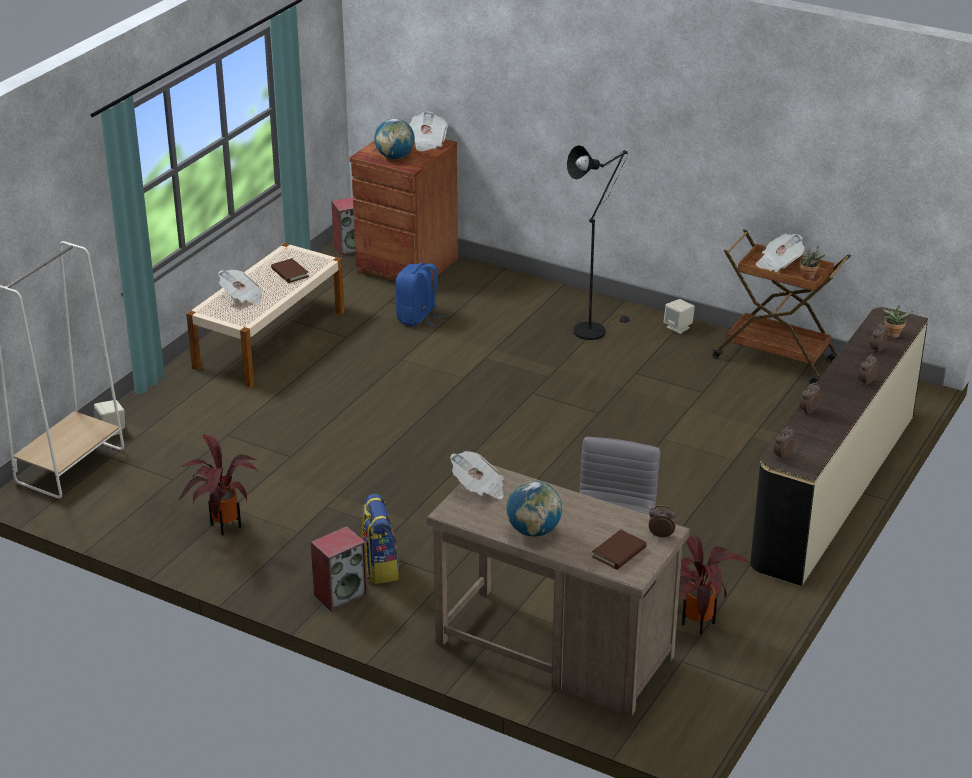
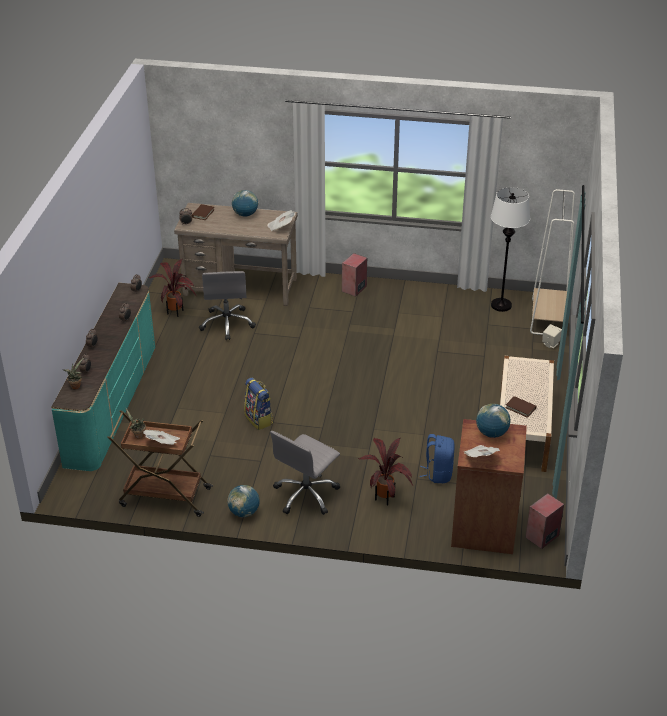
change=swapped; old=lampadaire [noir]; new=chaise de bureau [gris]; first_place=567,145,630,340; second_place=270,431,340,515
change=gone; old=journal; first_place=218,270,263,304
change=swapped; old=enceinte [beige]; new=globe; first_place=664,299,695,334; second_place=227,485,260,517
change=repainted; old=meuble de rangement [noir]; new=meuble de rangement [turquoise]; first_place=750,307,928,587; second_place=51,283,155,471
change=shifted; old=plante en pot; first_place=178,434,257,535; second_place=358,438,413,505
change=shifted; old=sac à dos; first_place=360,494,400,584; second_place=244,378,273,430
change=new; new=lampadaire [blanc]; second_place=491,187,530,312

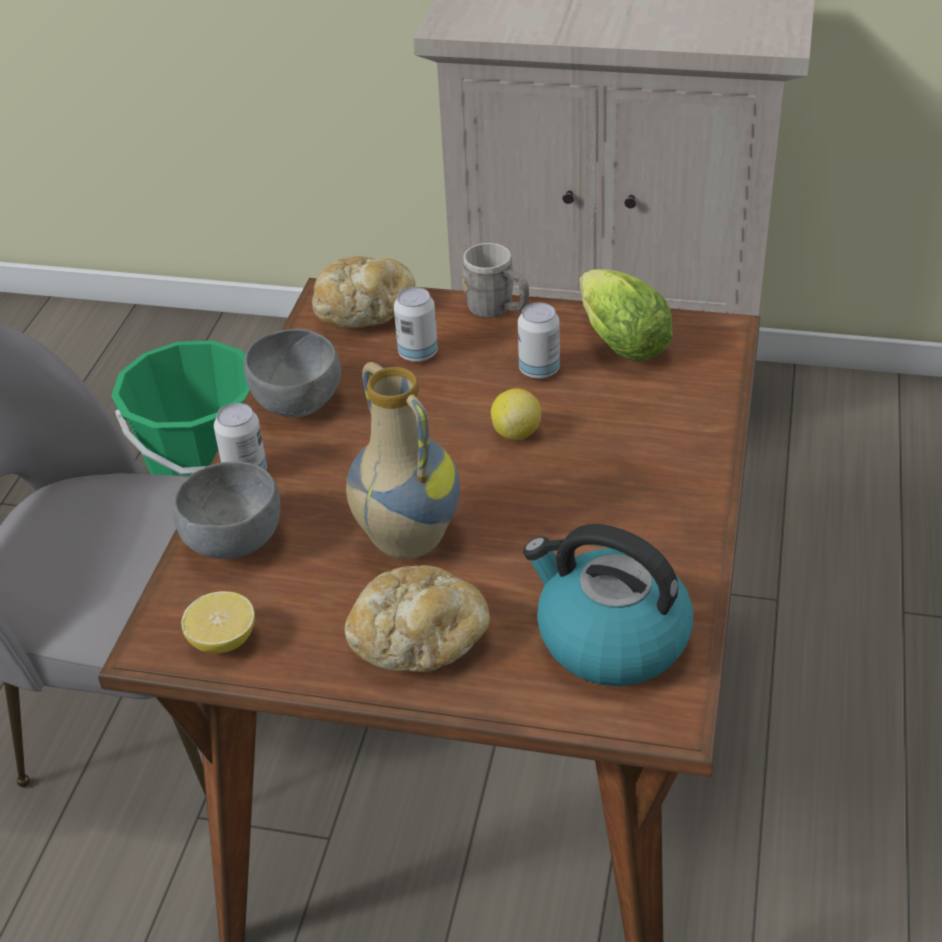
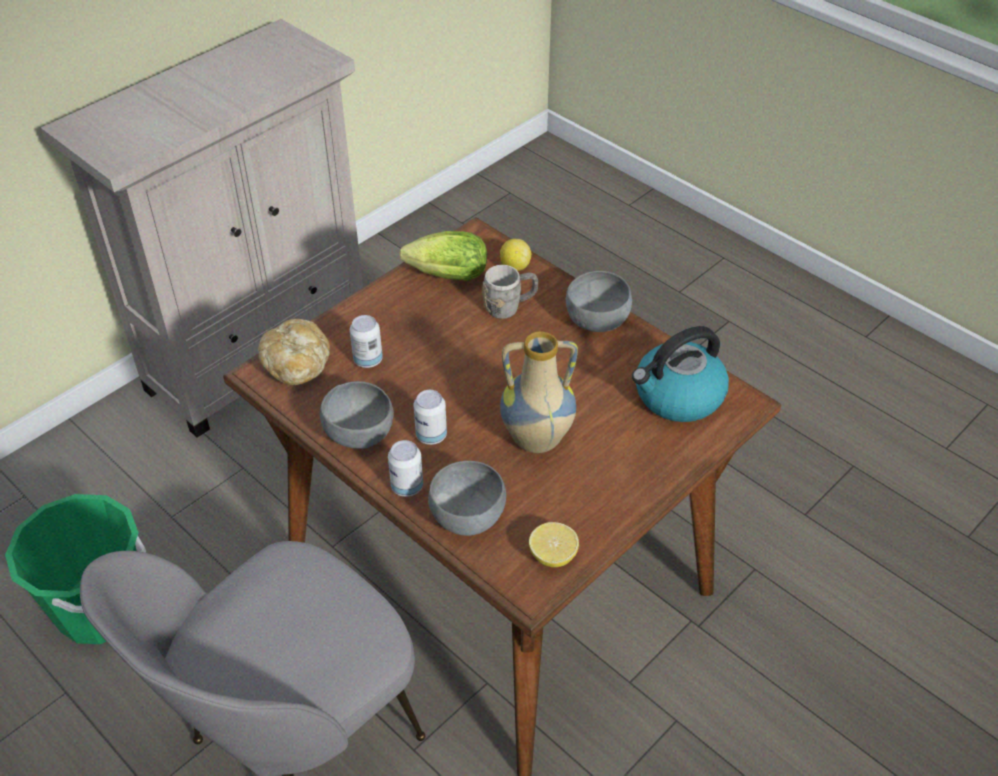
change=shifted; old=mug [gris]; first_place=462,243,529,318; second_place=482,265,538,319
change=shifted; old=boîte métallique; first_place=518,303,560,379; second_place=414,390,447,445
change=shifted; old=citron; first_place=491,388,542,440; second_place=500,239,531,271
change=gone; old=pain; first_place=344,565,490,672
change=new; new=bol [gris]; second_place=566,271,632,332

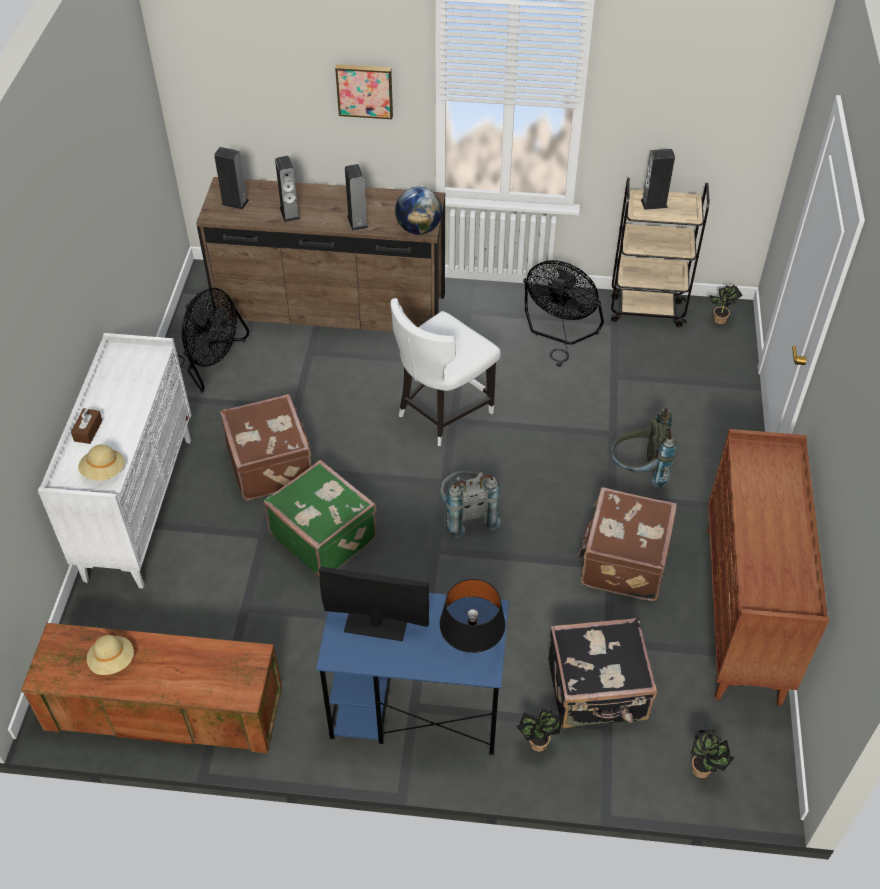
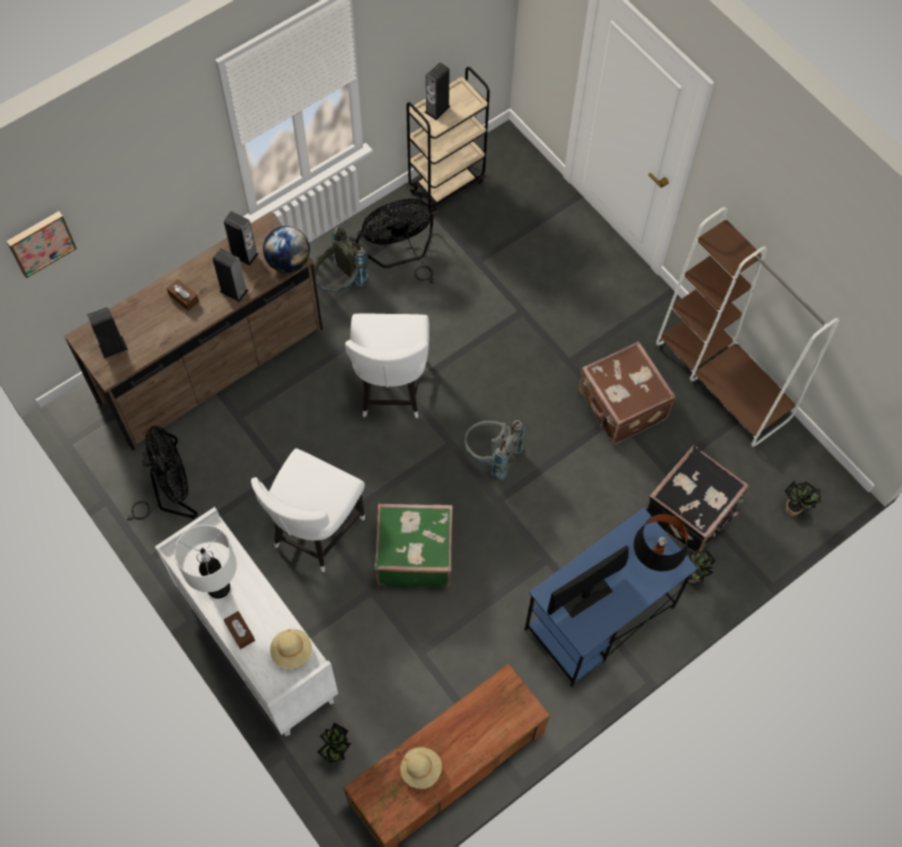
change=shifted; old=tableau; first_place=335,64,393,119; second_place=6,211,77,278
change=shifted; old=enceinte; first_place=275,156,300,222; second_place=224,211,258,265
change=shifted; old=plante en pot; first_place=709,285,743,324; second_place=317,722,351,764
change=swapped; old=valise [marron]; new=chaise [blanc]; first_place=220,394,311,500; second_place=251,448,365,572
change=shifted; old=sac à dos [gris]; first_place=611,408,677,488; second_place=314,227,369,292
change=swapped; old=meuble de rangement [marron]; new=portant [marron]; first_place=707,429,829,705; second_place=656,207,839,447
change=new; new=boîte à mouchoirs [marron]; second_place=167,279,199,311
change=new; new=lampe de table [blanc]; second_place=175,525,237,599

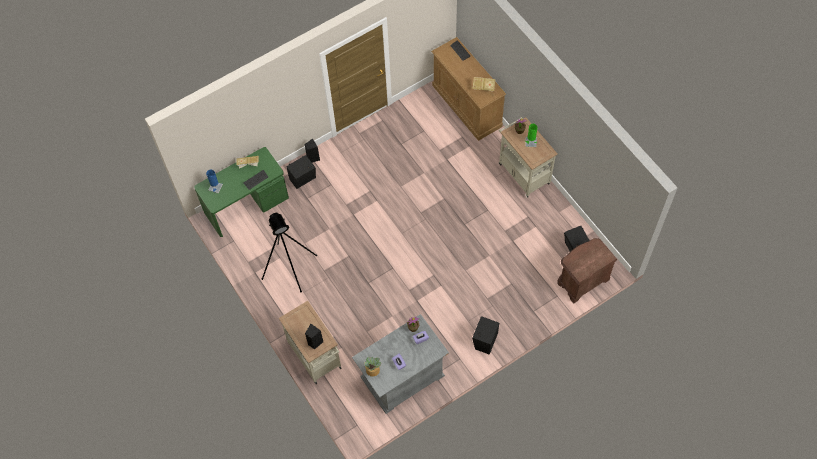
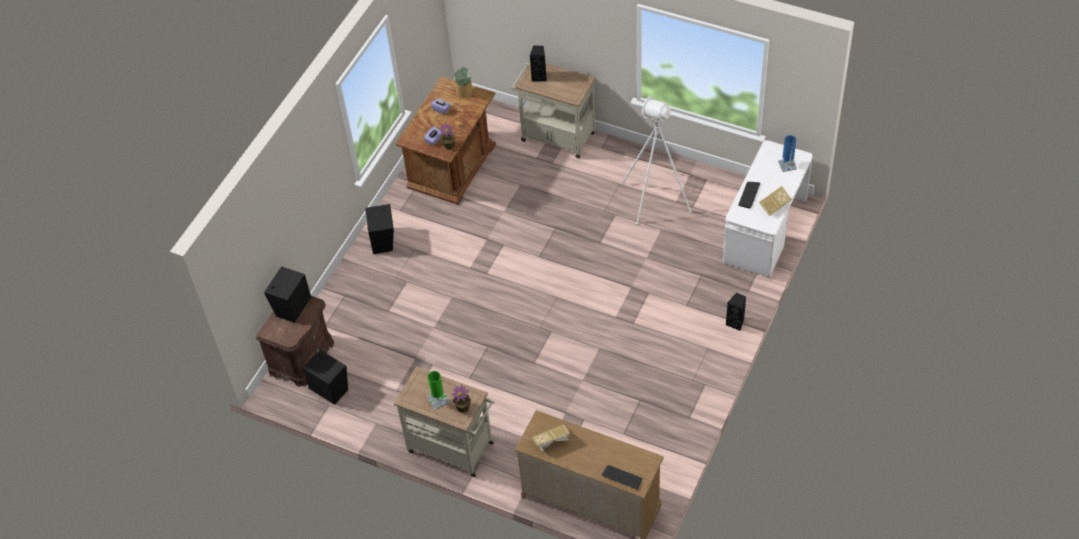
change=repainted; old=bureau [vert]; new=bureau [blanc]; first_place=194,147,289,237; second_place=723,140,813,278
change=shifted; old=enceinte [noir]; first_place=286,155,316,189; second_place=264,266,311,323
change=repainted; old=lampadaire [noir]; new=lampadaire [blanc]; first_place=262,213,317,292; second_place=622,96,692,224
change=repainted; old=meuble de rangement [gris]; new=meuble de rangement [marron]; first_place=352,314,449,414; second_place=396,76,496,205

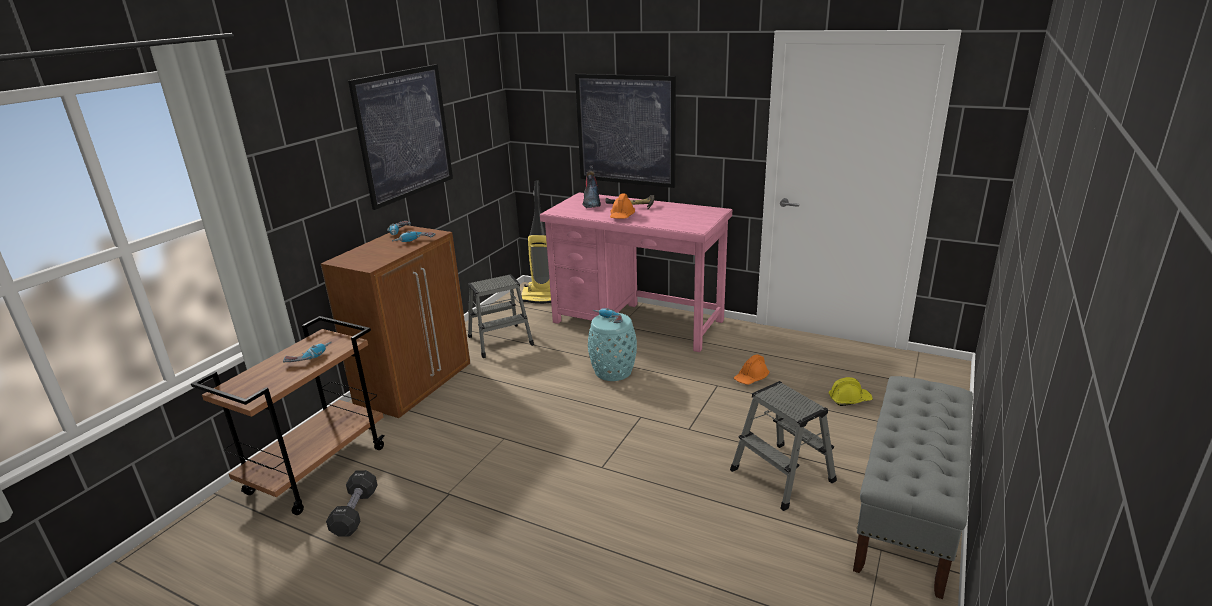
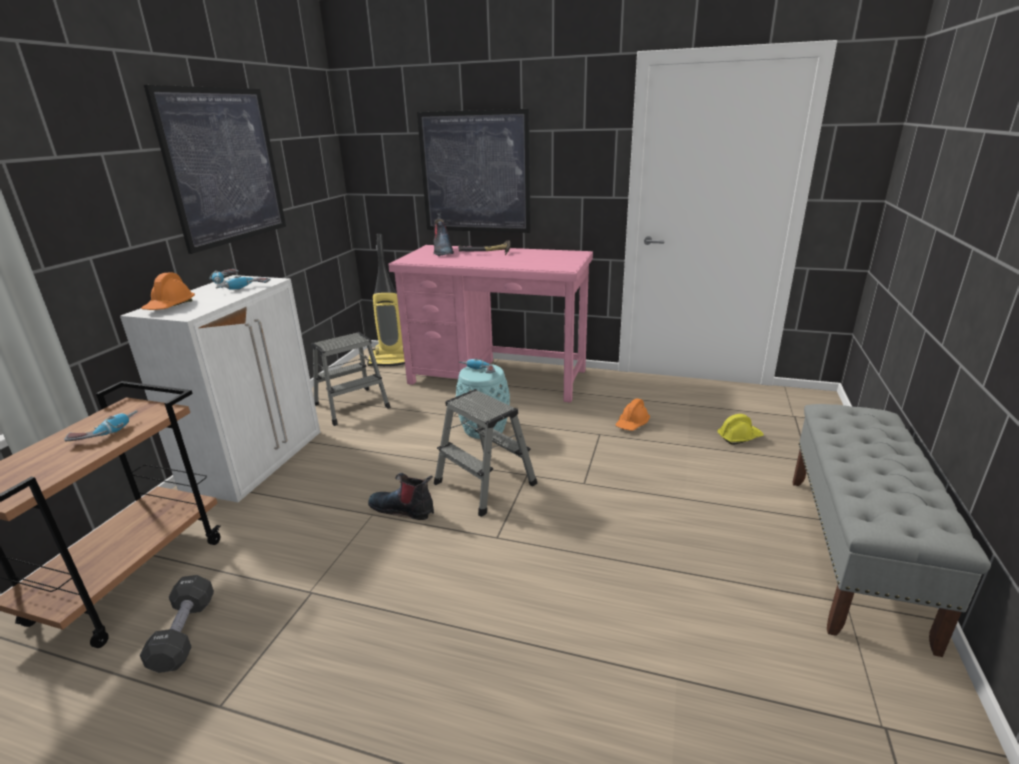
change=shifted; old=casque de chantier [orange]; first_place=610,194,635,219; second_place=141,273,195,310
change=repainted; old=meuble de rangement [marron]; new=meuble de rangement [blanc]; first_place=321,225,470,418; second_place=120,275,320,502
change=shifted; old=escabeau [gris]; first_place=730,381,837,511; second_place=434,389,537,517
change=new; new=botte; second_place=368,473,434,520

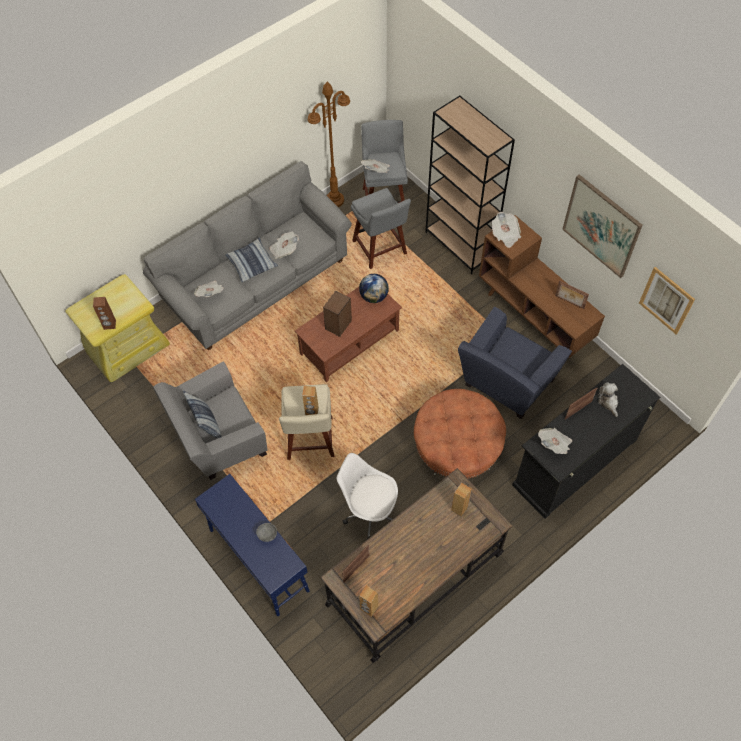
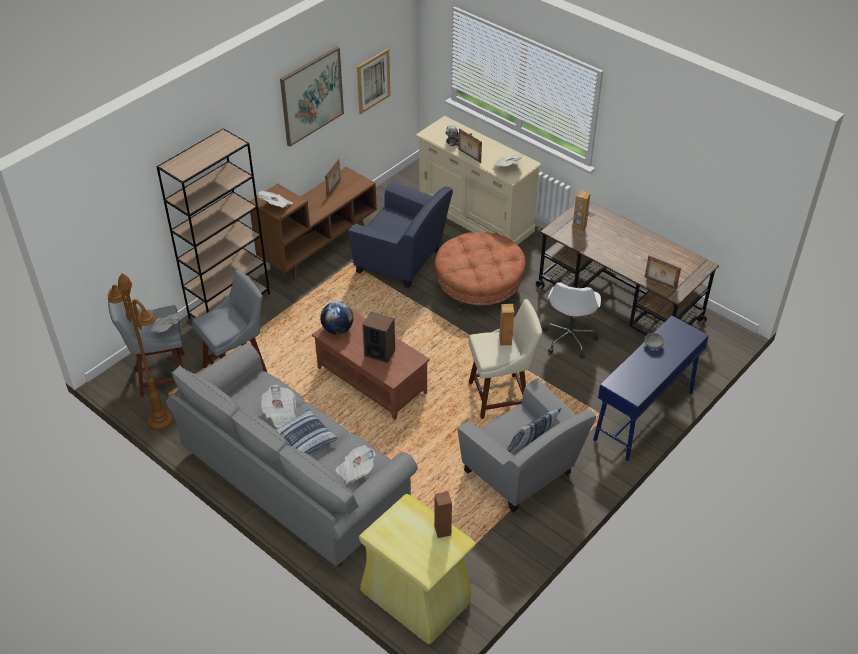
change=repainted; old=meuble de rangement [noir]; new=meuble de rangement [beige]; first_place=512,364,660,519; second_place=415,116,542,245
change=gone; old=enceinte [marron]; first_place=359,585,378,617

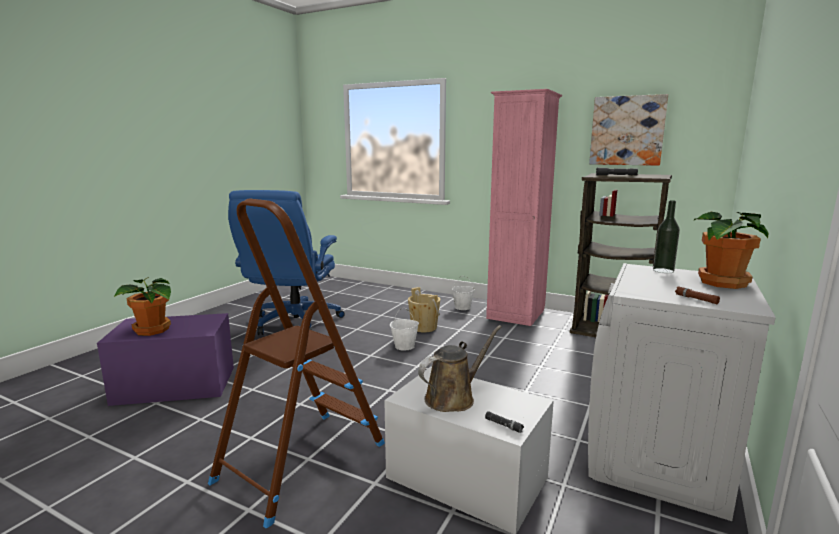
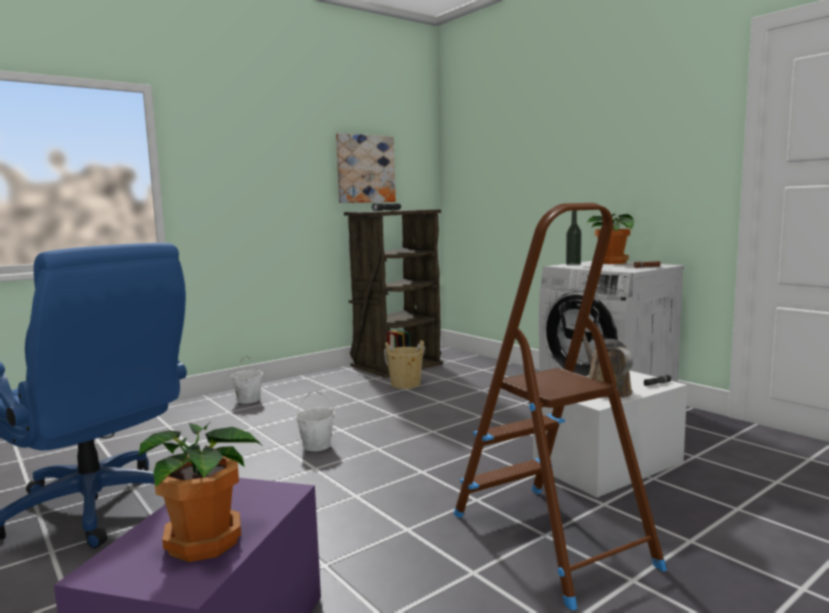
change=gone; old=meuble de rangement [rose]; first_place=486,89,562,326
change=shifted; old=seau [beige]; first_place=408,287,440,332; second_place=384,340,425,389

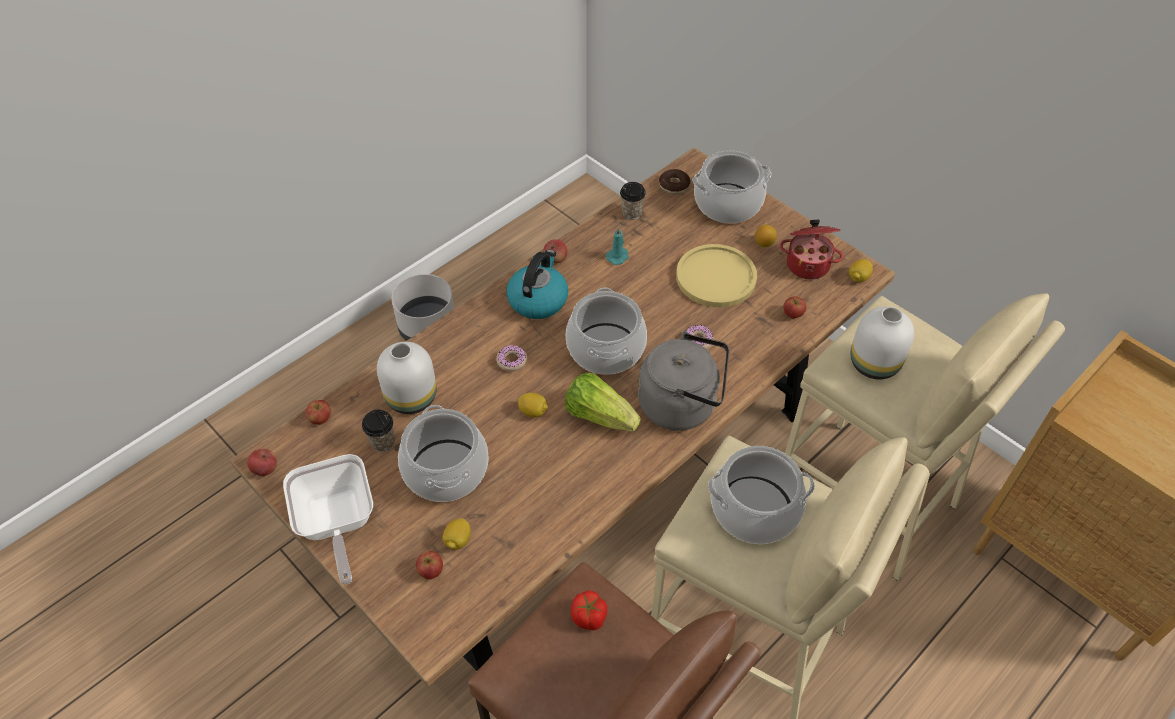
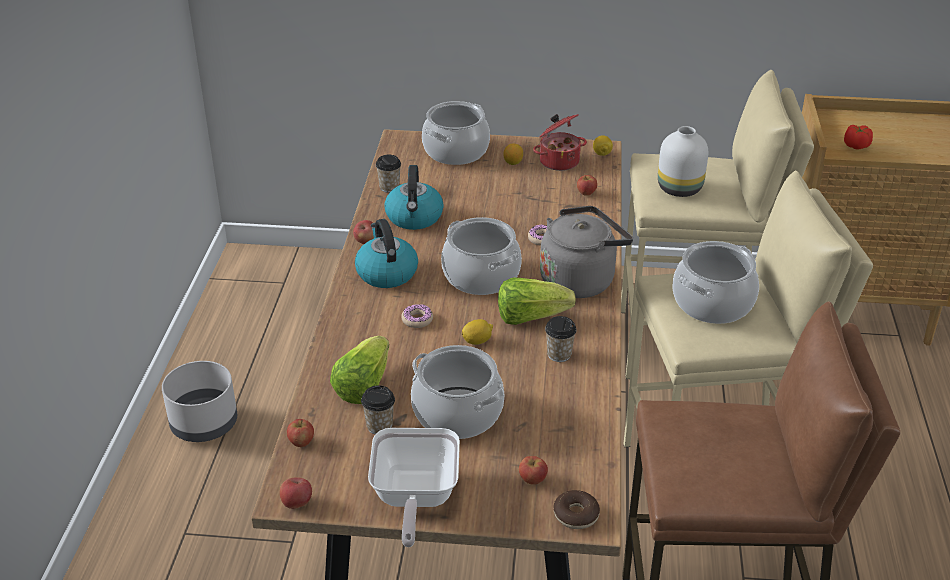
change=shifted; old=beignet; first_place=659,169,690,194; second_place=554,490,600,529
change=swapped; old=bougie [turquoise]; new=bouilloire; first_place=606,227,629,265; second_place=384,165,444,230
change=gone; old=assiette [jaune]; first_place=676,244,757,307
change=swapped; old=vase [blanc]; new=laitue; first_place=377,342,437,414; second_place=330,336,389,404
change=rotated; old=poêle; first_place=283,454,373,585; second_place=368,428,460,547; degrees=60
change=gone; old=citron; first_place=442,518,471,550
change=shifted; old=tomate; first_place=571,590,607,630; second_place=844,125,873,150
change=new; new=tasse; second_place=545,316,577,362

